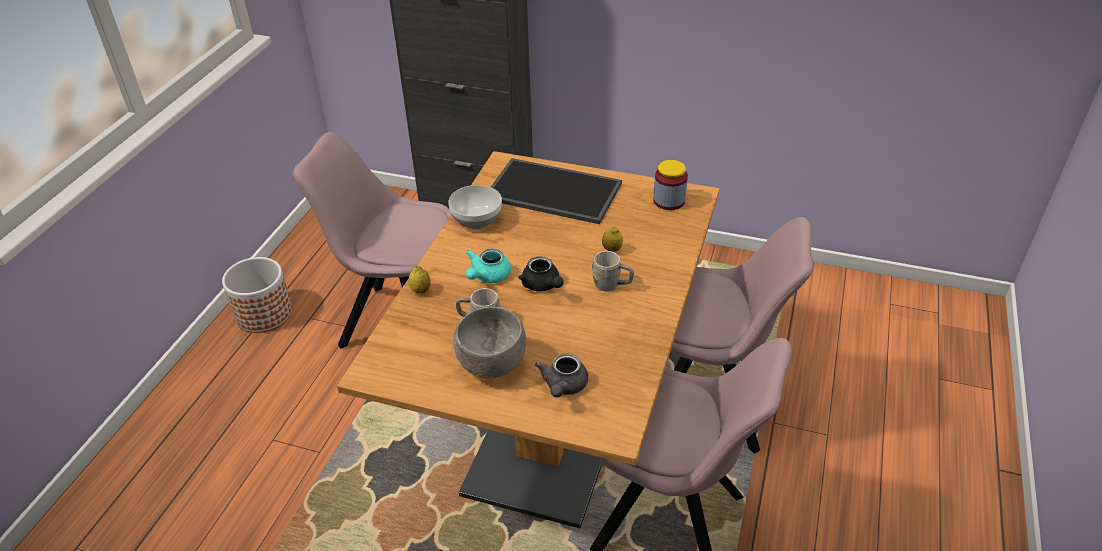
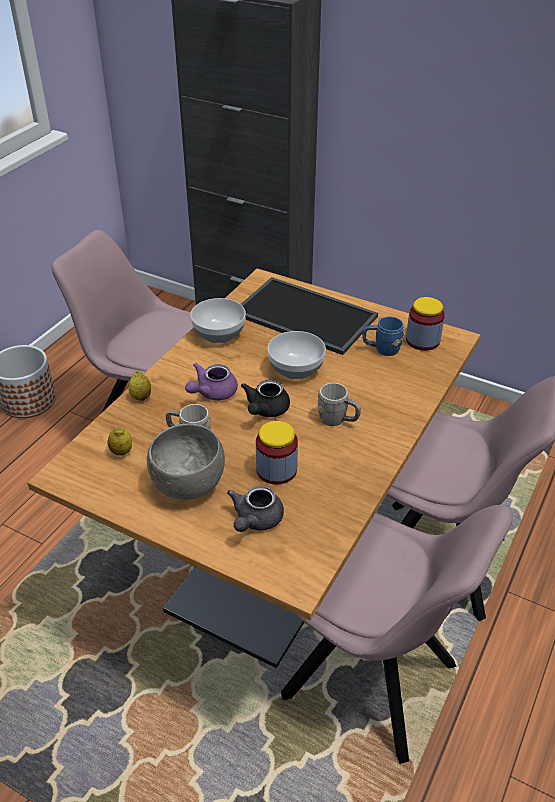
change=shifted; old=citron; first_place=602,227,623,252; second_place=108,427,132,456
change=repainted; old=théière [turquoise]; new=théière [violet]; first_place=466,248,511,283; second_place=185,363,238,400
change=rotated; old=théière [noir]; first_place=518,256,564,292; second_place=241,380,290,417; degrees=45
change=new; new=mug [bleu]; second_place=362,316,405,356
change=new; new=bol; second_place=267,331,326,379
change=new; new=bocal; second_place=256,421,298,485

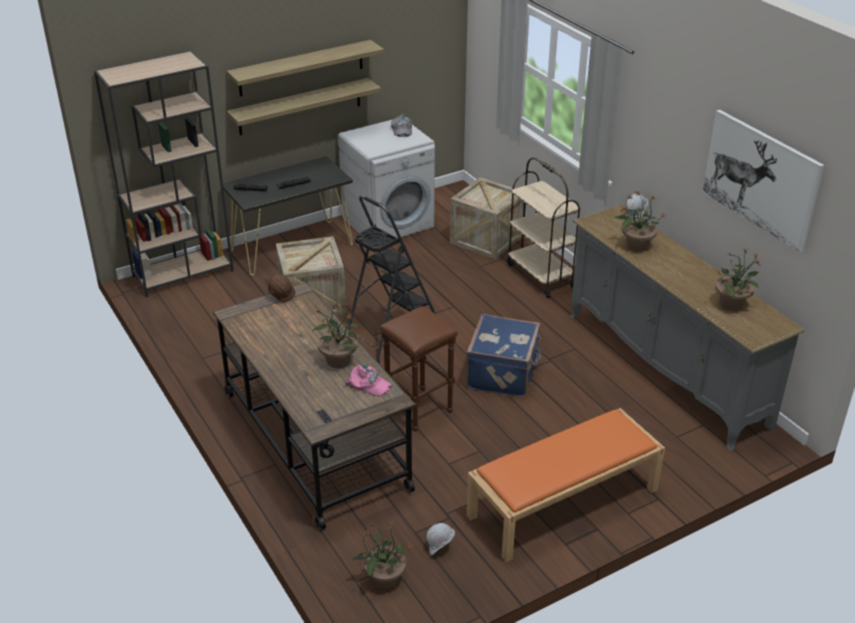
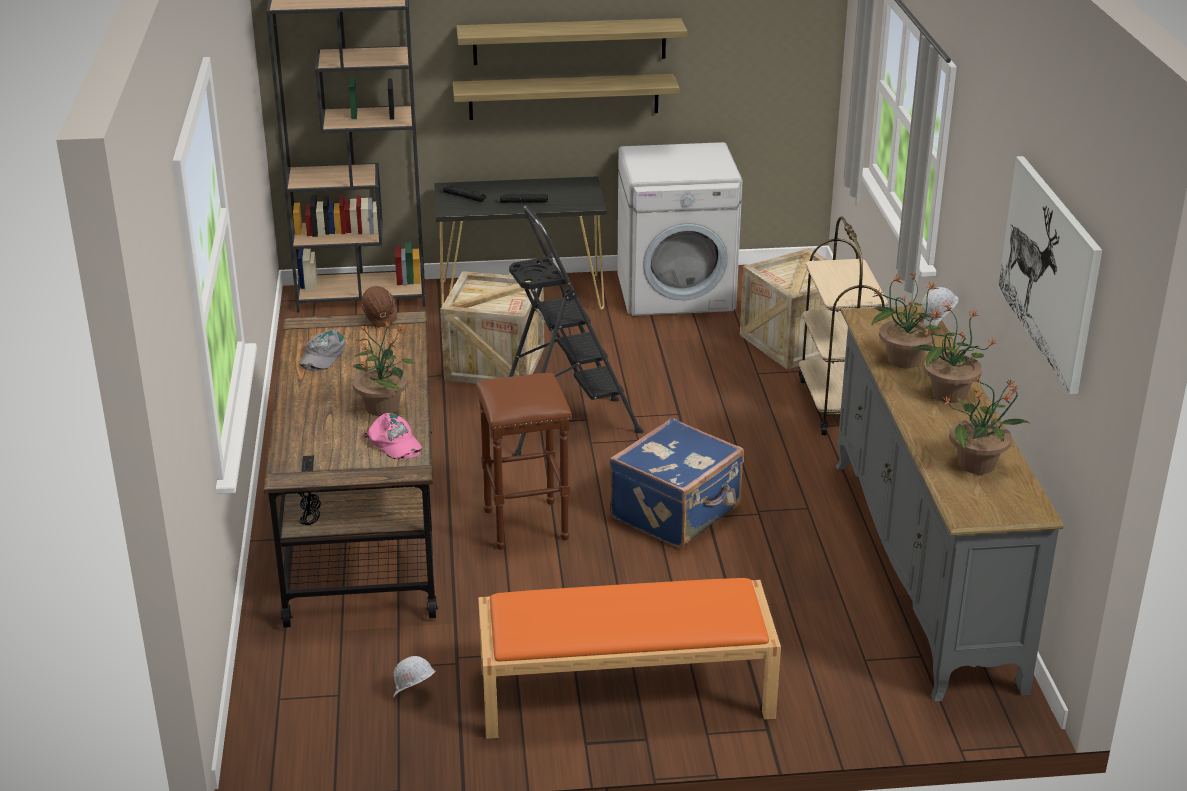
change=shifted; old=casquette [gris]; first_place=391,114,412,137; second_place=299,329,346,372
change=shifted; old=plante en pot; first_place=352,521,414,589; second_place=911,304,996,403

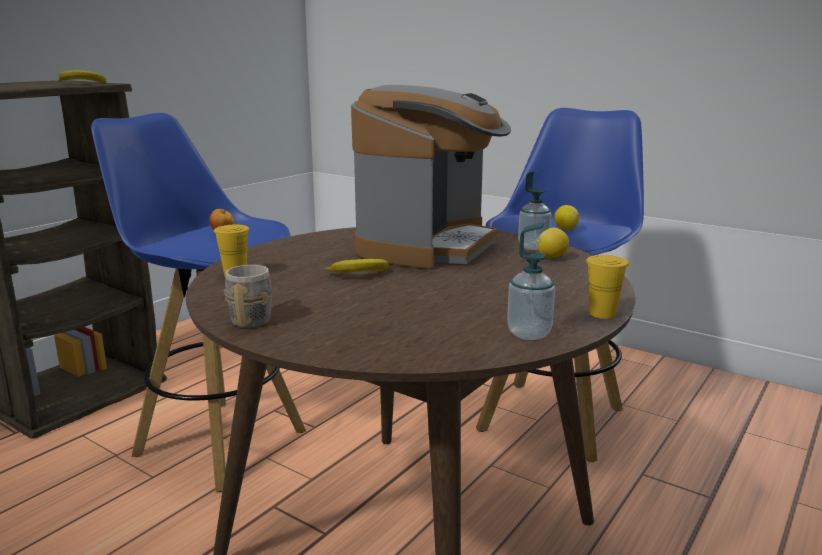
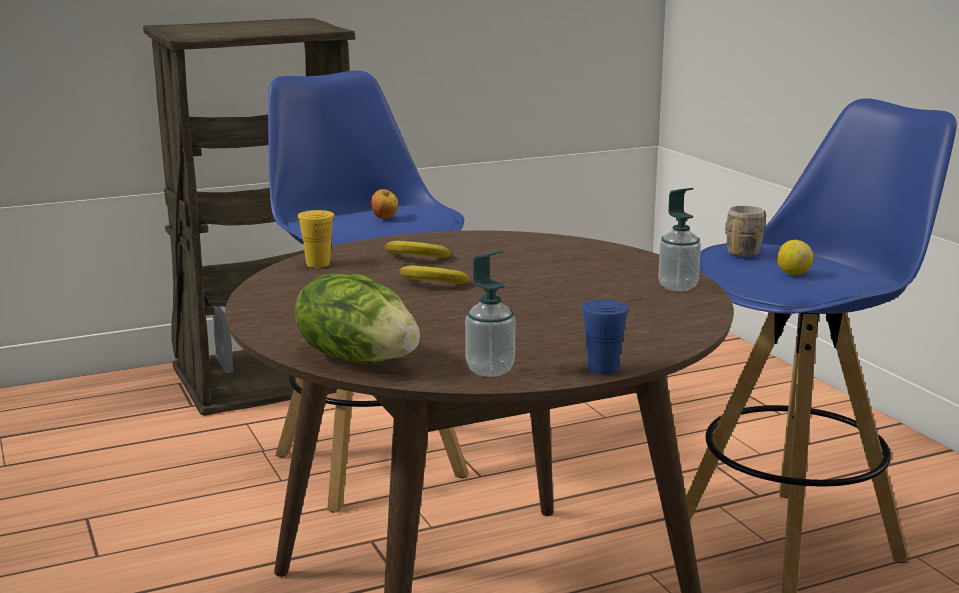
change=shifted; old=banane; first_place=58,70,106,83; second_place=385,241,451,258
change=gone; old=machine à café; first_place=351,85,511,269
change=gone; old=citron; first_place=538,228,569,258
change=repainted; old=tasse [jaune]; new=tasse [bleu]; first_place=586,255,629,319; second_place=581,299,629,375
change=shifted; old=mug [gris]; first_place=224,265,272,328; second_place=725,206,766,257
change=new; new=laitue; second_place=295,274,420,364

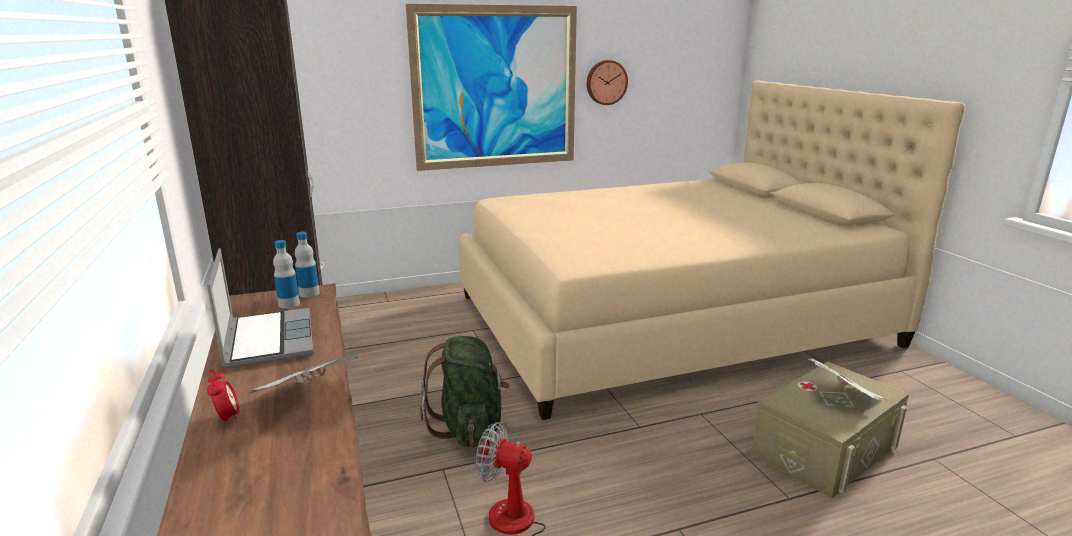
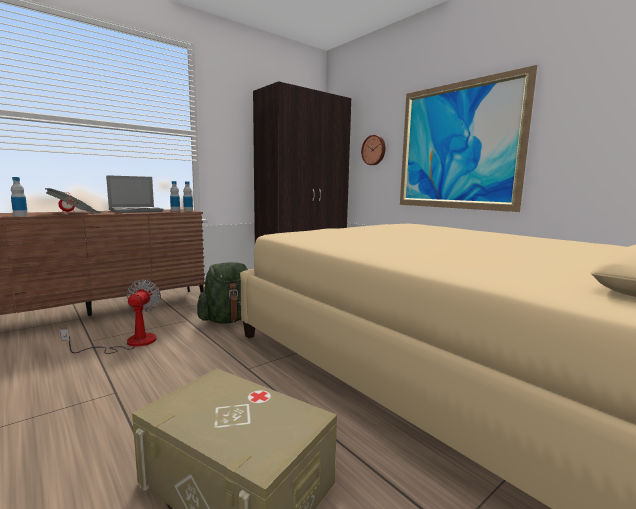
change=shifted; old=horloge murale; first_place=587,60,628,105; second_place=361,135,385,165
change=gone; old=journal; first_place=808,358,883,400
change=new; new=bouteille; second_place=11,177,28,216

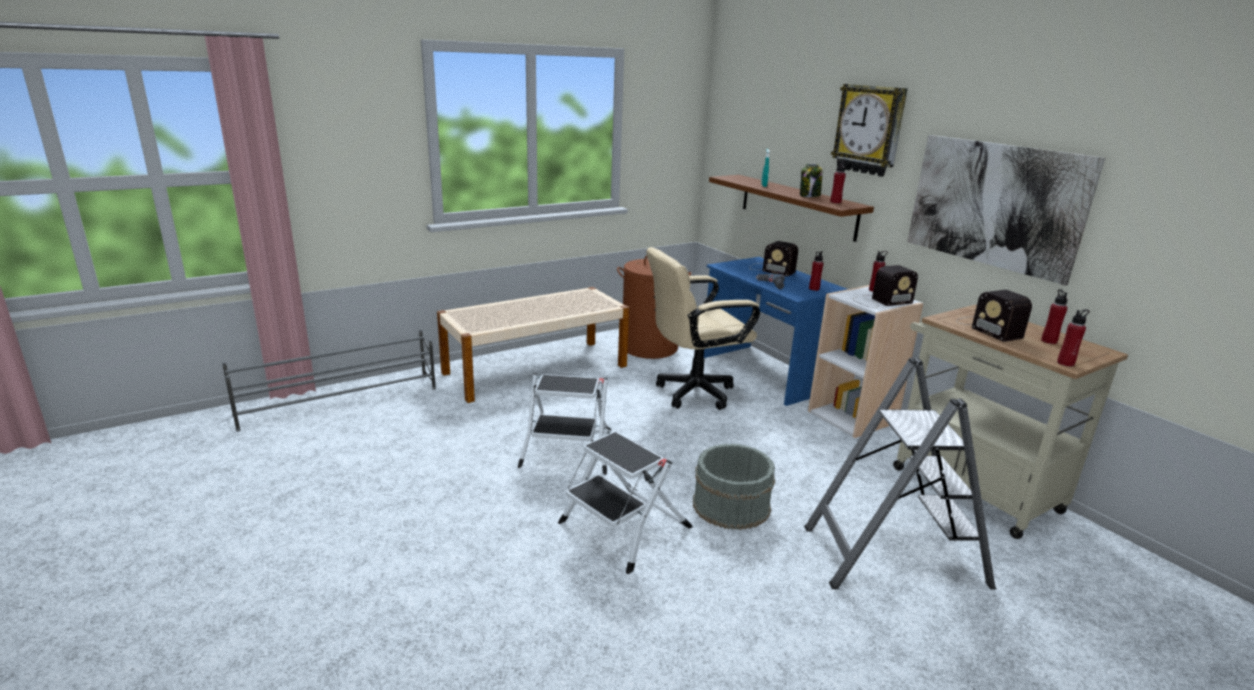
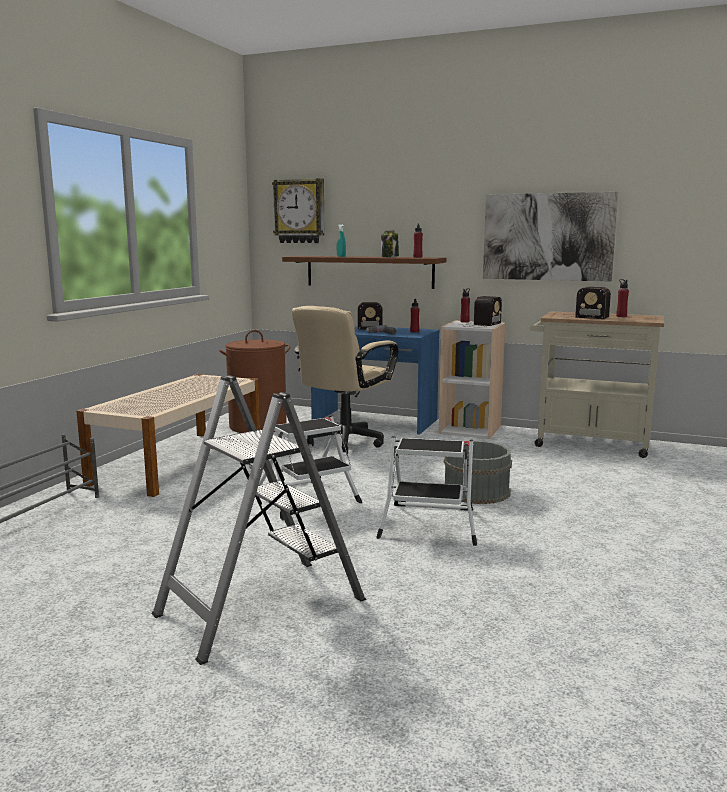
change=shifted; old=horloge murale; first_place=831,84,908,177; second_place=272,178,325,243
change=gone; old=bouteille [rouge]; first_place=1057,310,1090,367
change=shifted; old=escabeau [gris]; first_place=804,358,997,589; second_place=151,375,366,665

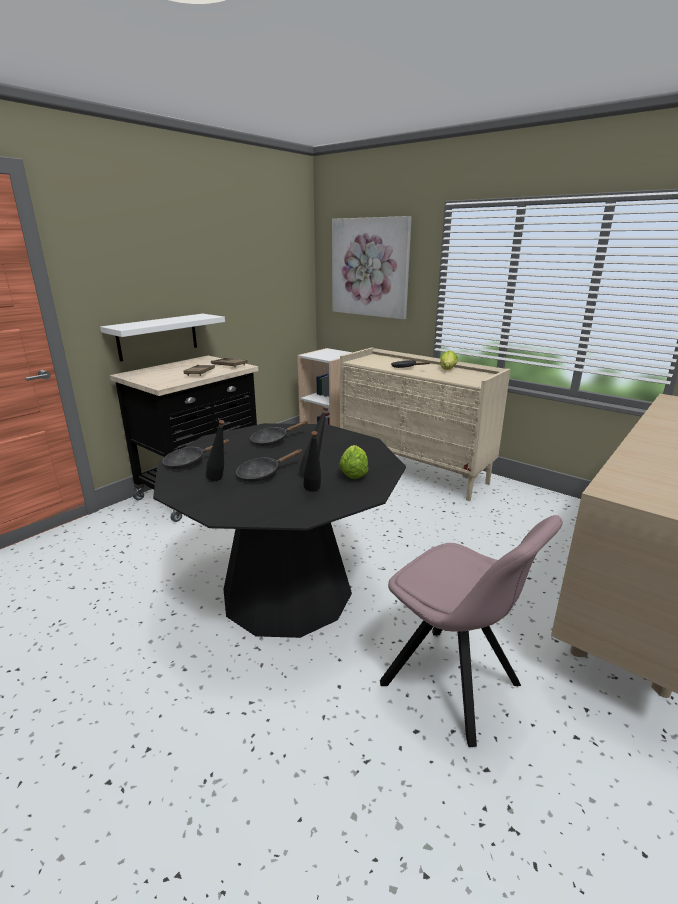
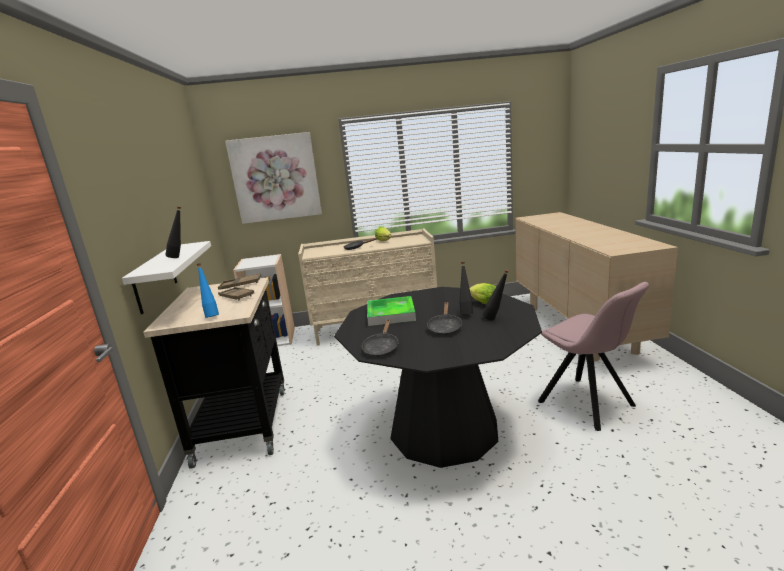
change=shifted; old=bouteille [noir]; first_place=206,420,224,481; second_place=165,206,181,258
change=swapped; old=poêle [noir]; new=plateau; first_place=250,421,308,446; second_place=367,296,416,326
change=rotated; old=chaise [rose]; first_place=380,515,563,747; second_place=538,282,649,431; degrees=60
change=new; new=bouteille [bleu]; second_place=197,263,219,318

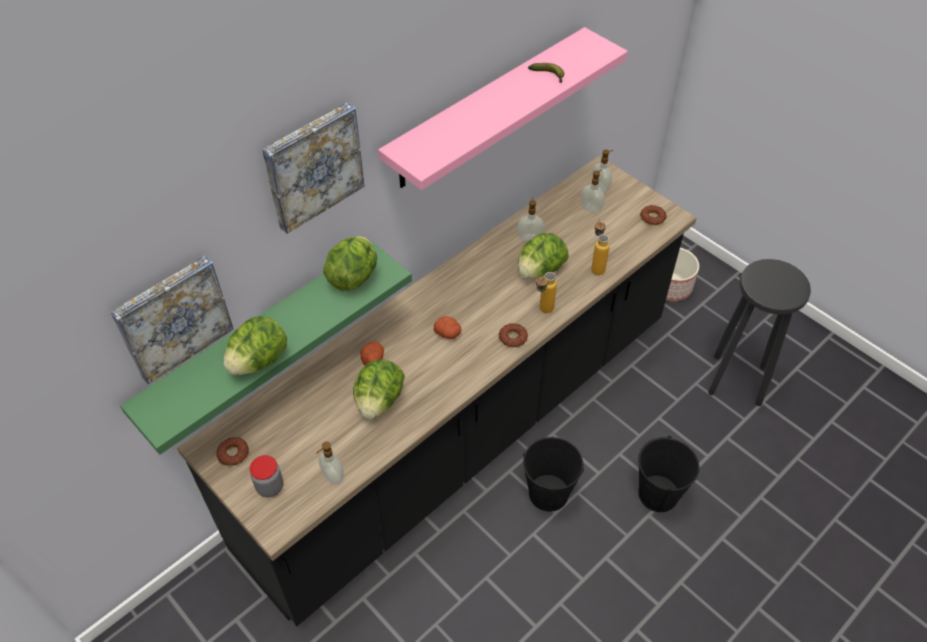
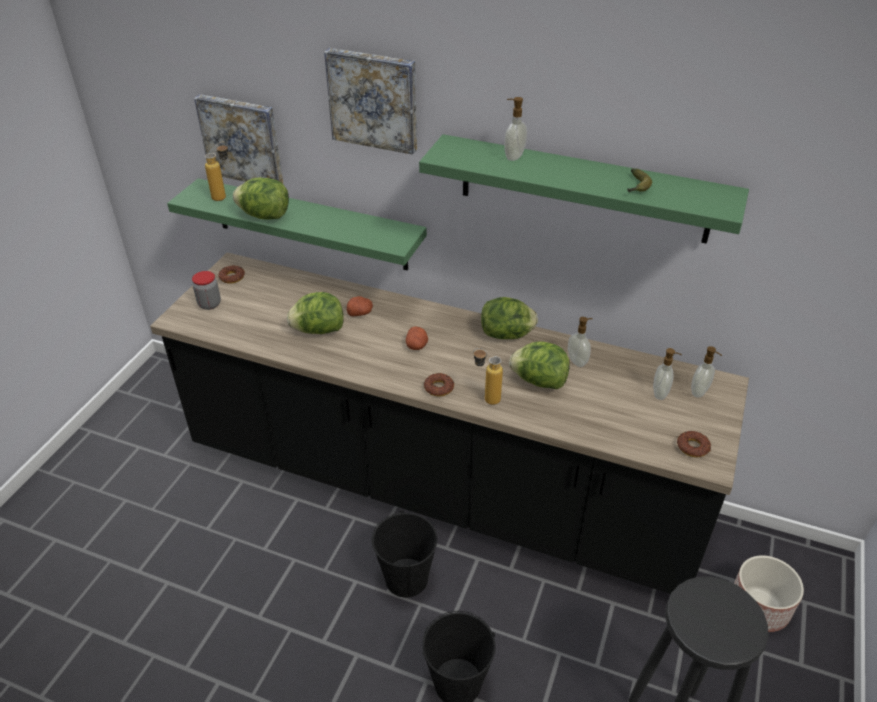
change=repainted; old=étagère [rose]; new=étagère [vert]; first_place=378,27,628,190; second_place=419,134,749,244
change=shifted; old=bouteille; first_place=591,219,610,275; second_place=205,142,228,201
change=shifted; old=laitue; first_place=323,236,377,291; second_place=481,297,538,339
change=shifted; old=distributeur de savon; first_place=316,441,344,485; second_place=504,97,527,161

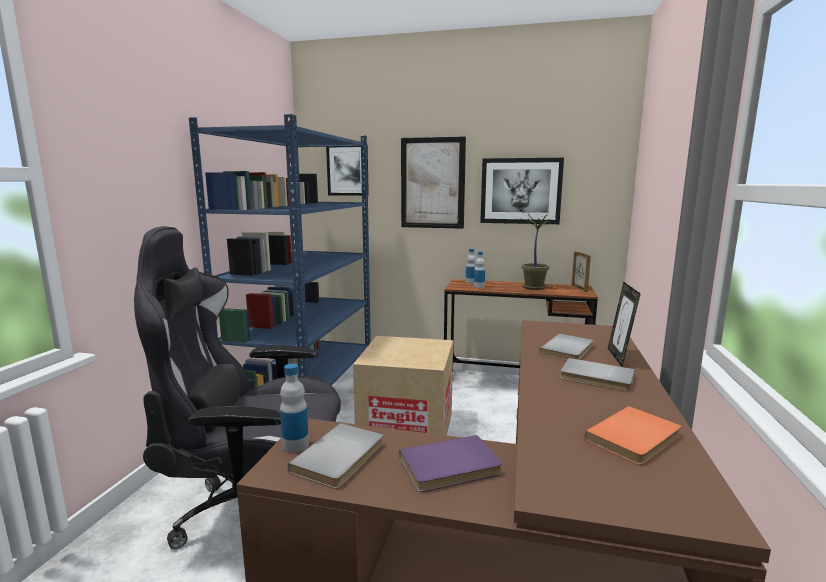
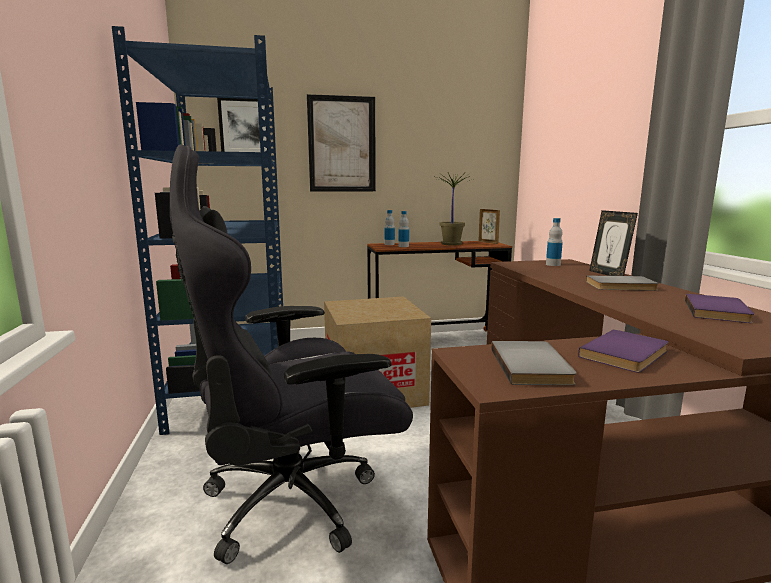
change=gone; old=tableau; first_place=480,158,564,224
change=gone; old=livre [gris]; first_place=539,334,594,360
change=shifted; old=bouteille; first_place=280,364,309,453; second_place=546,218,563,266
change=repainted; old=livre [orange]; new=livre [violet]; first_place=585,406,681,465; second_place=685,294,754,323

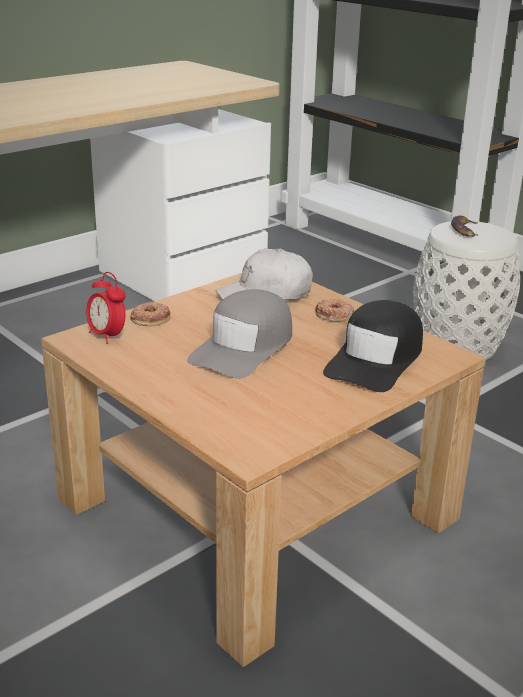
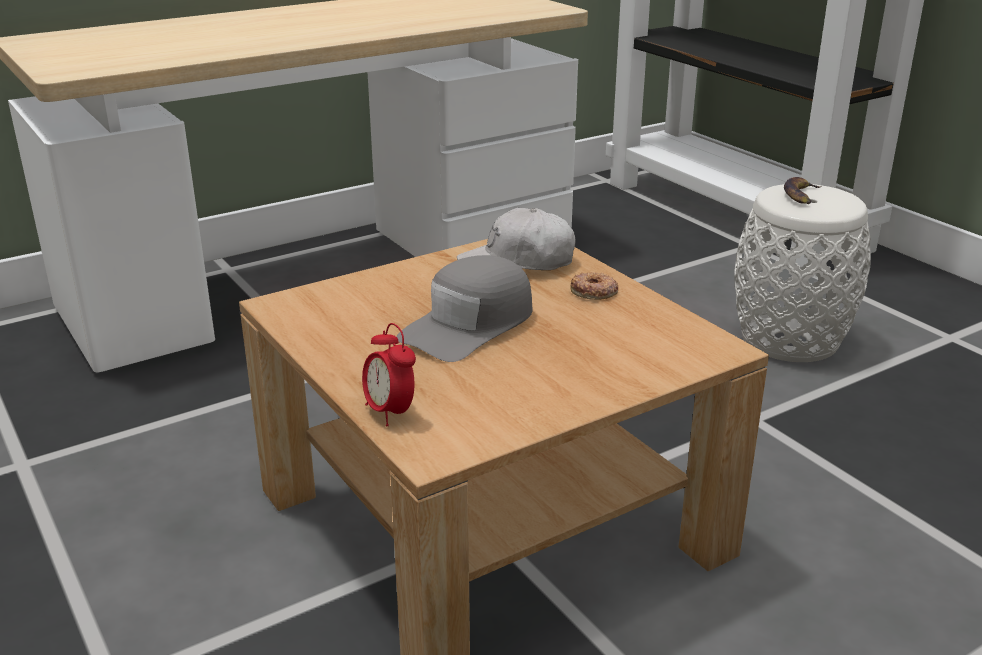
change=shifted; old=réveil; first_place=86,272,126,344; second_place=362,323,416,426
change=gone; old=casquette [noir]; first_place=323,300,423,392
change=gone; old=beignet; first_place=130,301,171,326

